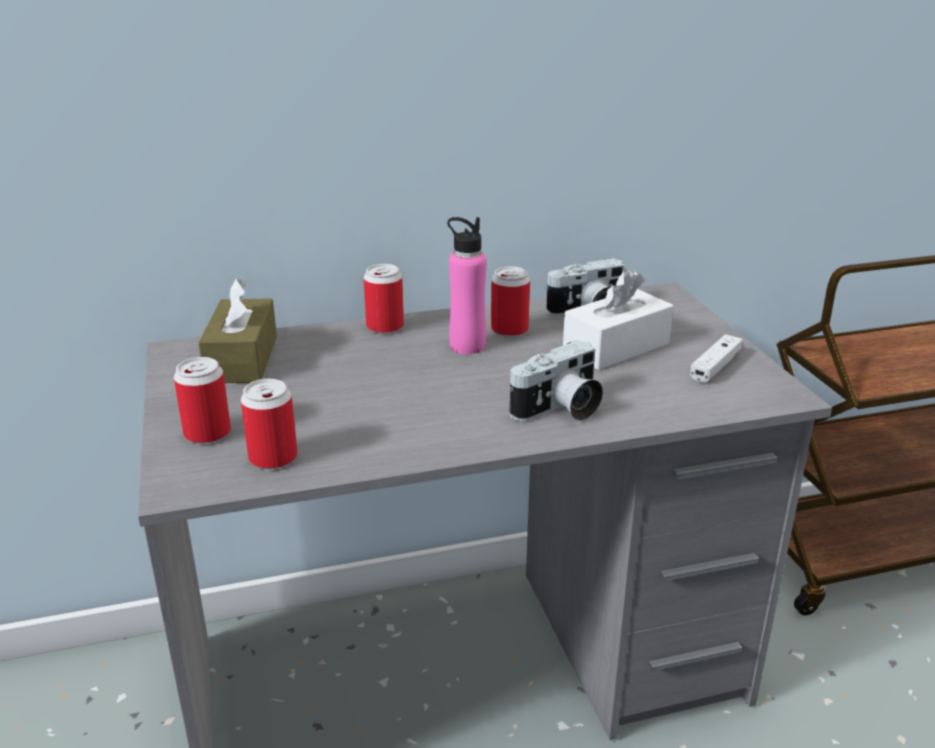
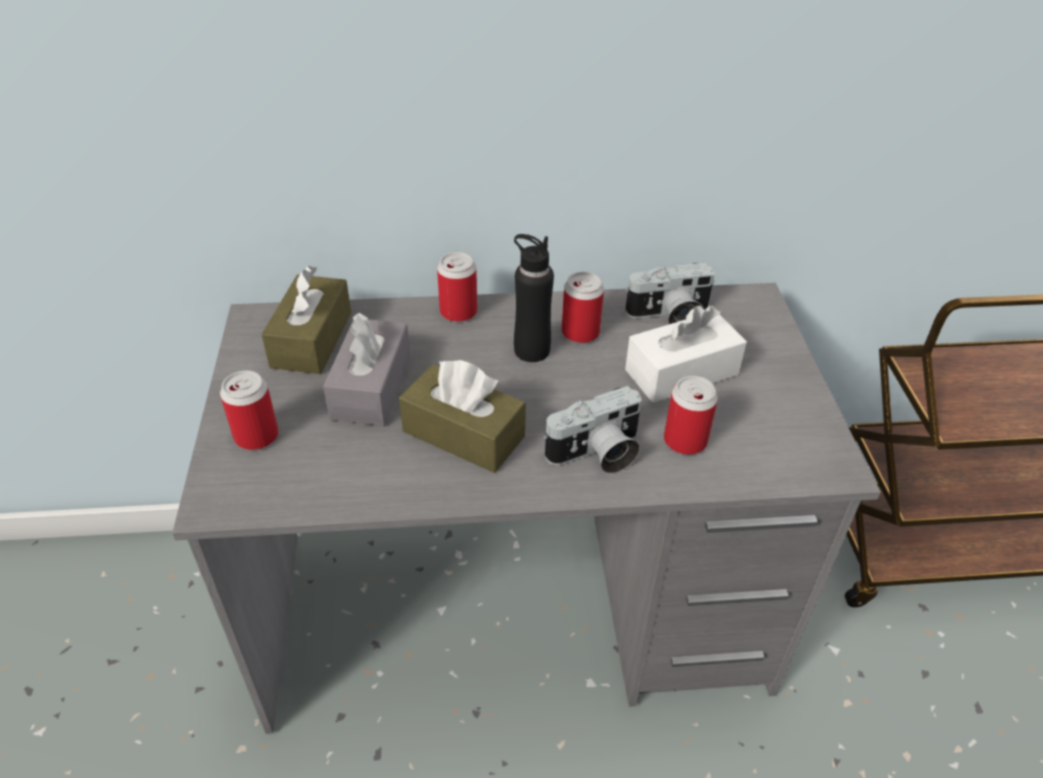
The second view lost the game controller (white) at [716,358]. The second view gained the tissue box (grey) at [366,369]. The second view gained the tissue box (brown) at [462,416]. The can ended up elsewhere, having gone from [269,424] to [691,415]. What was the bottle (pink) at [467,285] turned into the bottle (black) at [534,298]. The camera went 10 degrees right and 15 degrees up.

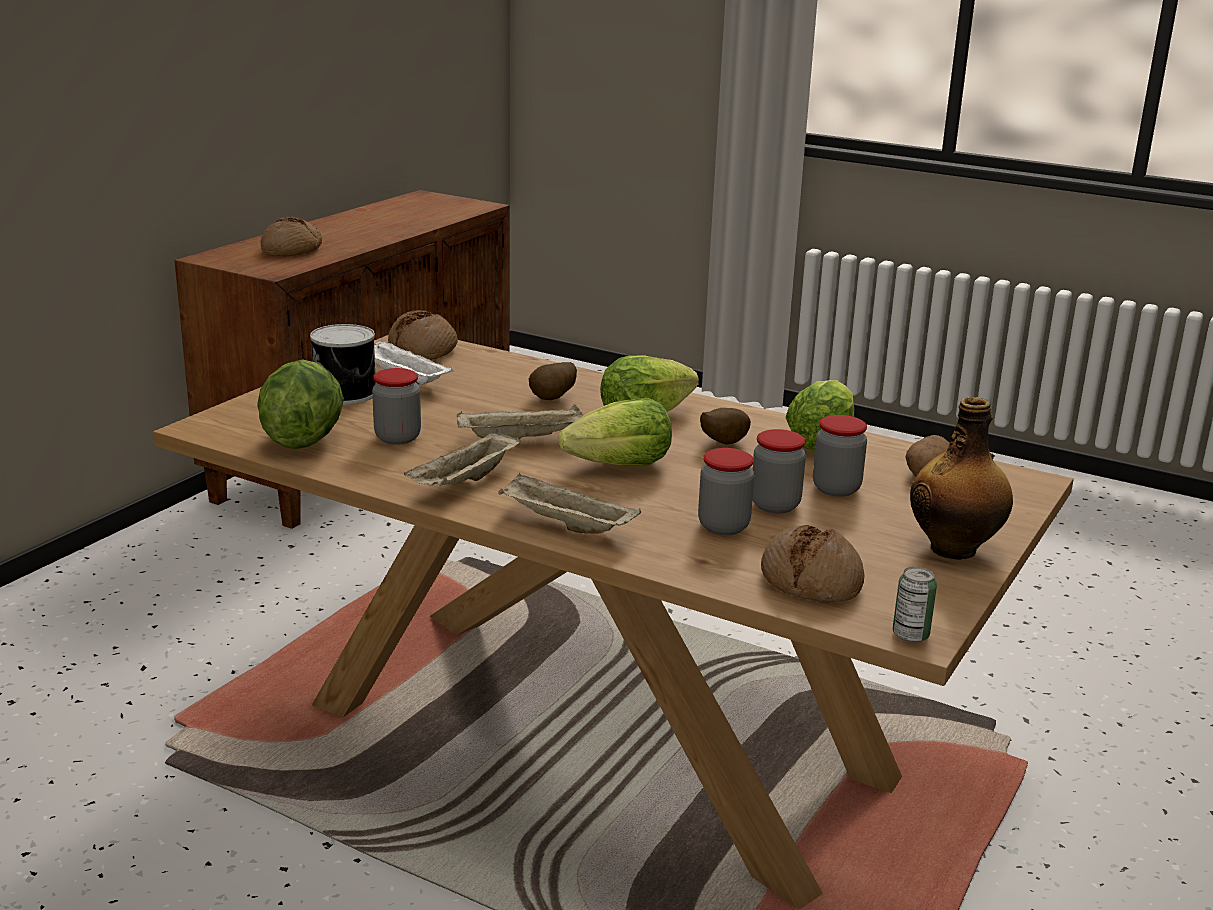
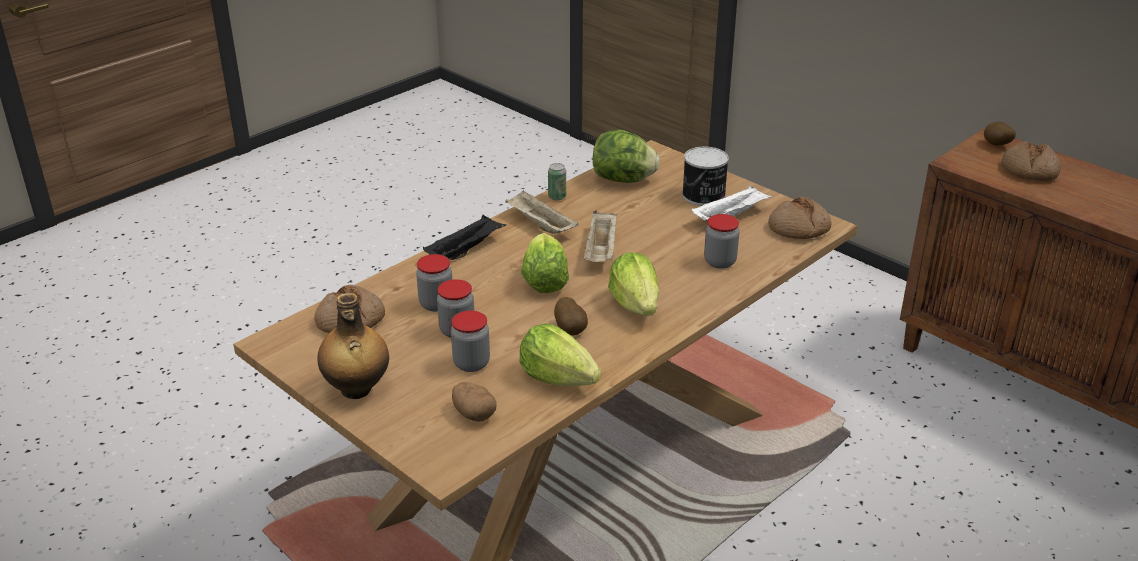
The jar ended up elsewhere, having gone from [396,406] to [721,241]. The potato ended up elsewhere, having gone from [553,381] to [1000,133]. The can ended up elsewhere, having gone from [915,605] to [557,181]. What was the tray (beige) at [569,503] turned into the tray (black) at [464,237]. The camera went 105 degrees right and 10 degrees up.

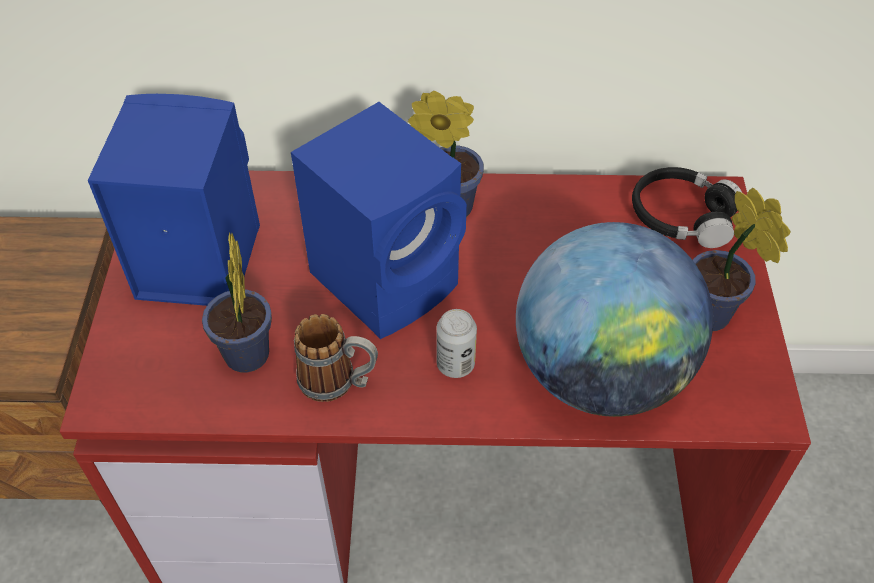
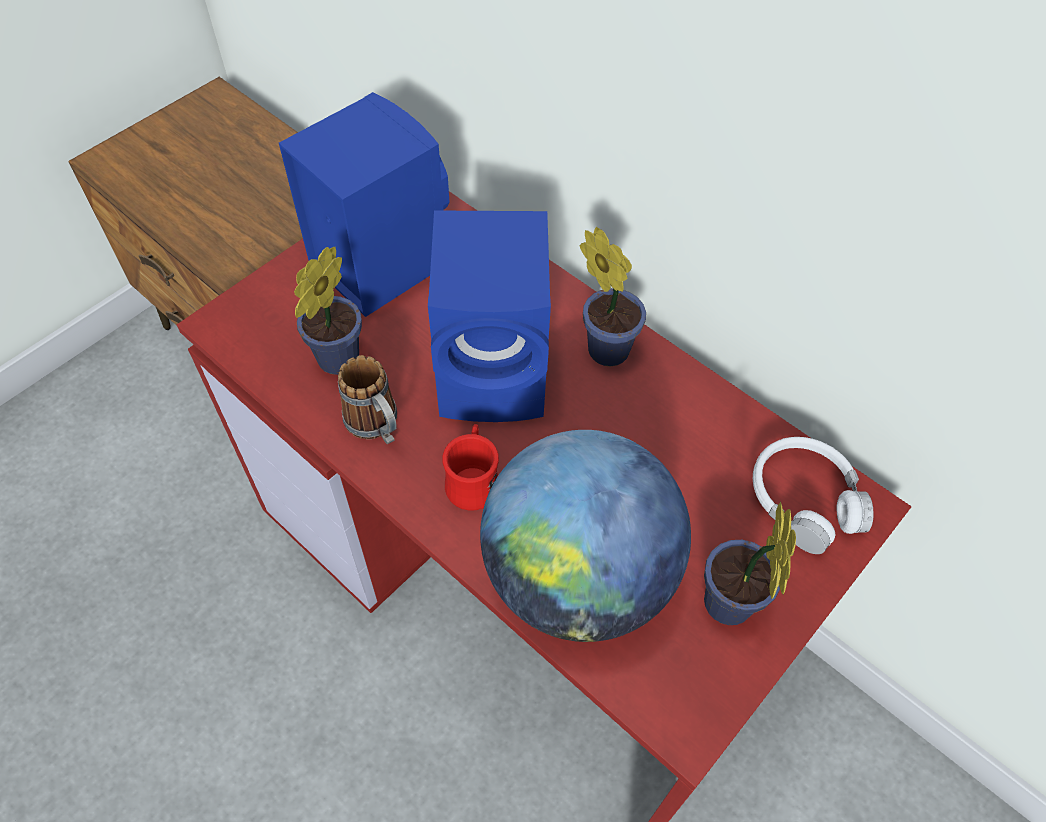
Where the can stood at [456,343], the mug (red) came to stand at [470,467]. What was the headphones (black) at [687,207] turned into the headphones (white) at [813,495]. The camera went 40 degrees right and 5 degrees up.

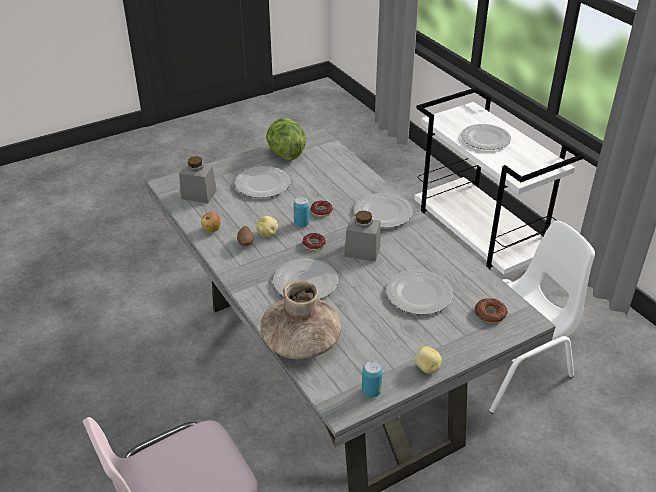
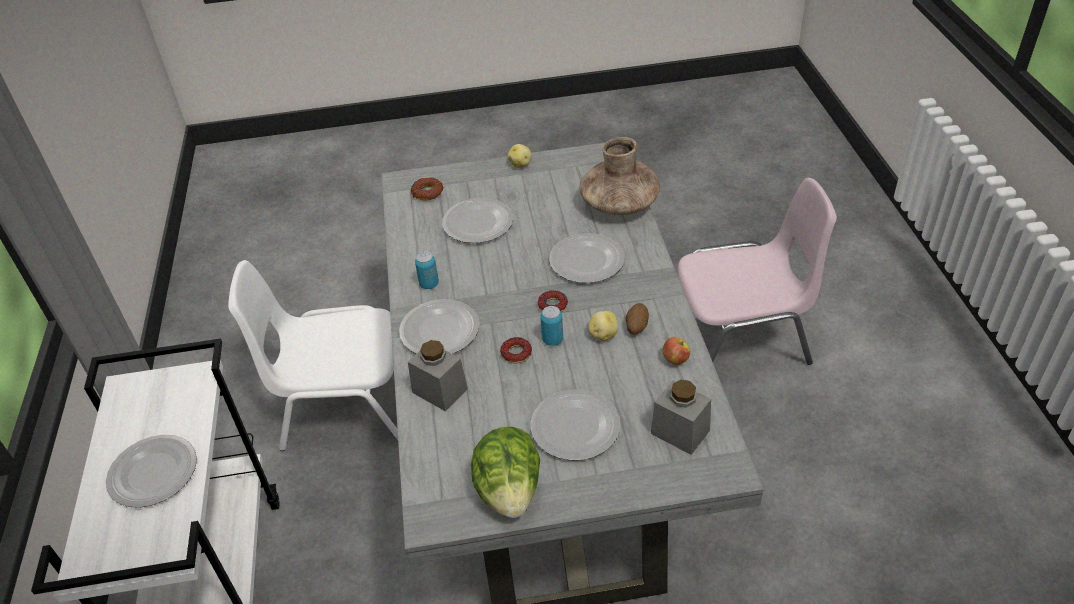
The jar (grey) ended up elsewhere, having gone from [362,236] to [438,375]. The can ended up elsewhere, having gone from [372,379] to [427,270]. The camera went 155 degrees left and 5 degrees up.

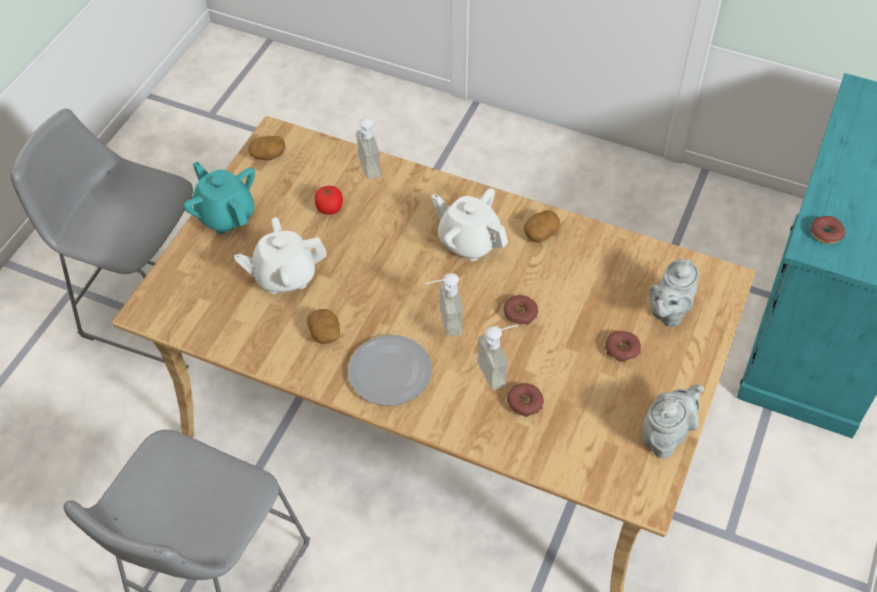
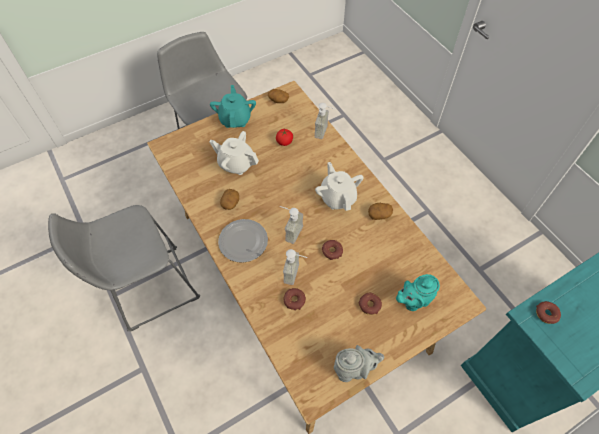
What was the teapot (grey) at [674,293] turned into the teapot (turquoise) at [418,292]. The camera went 35 degrees right and 5 degrees up.

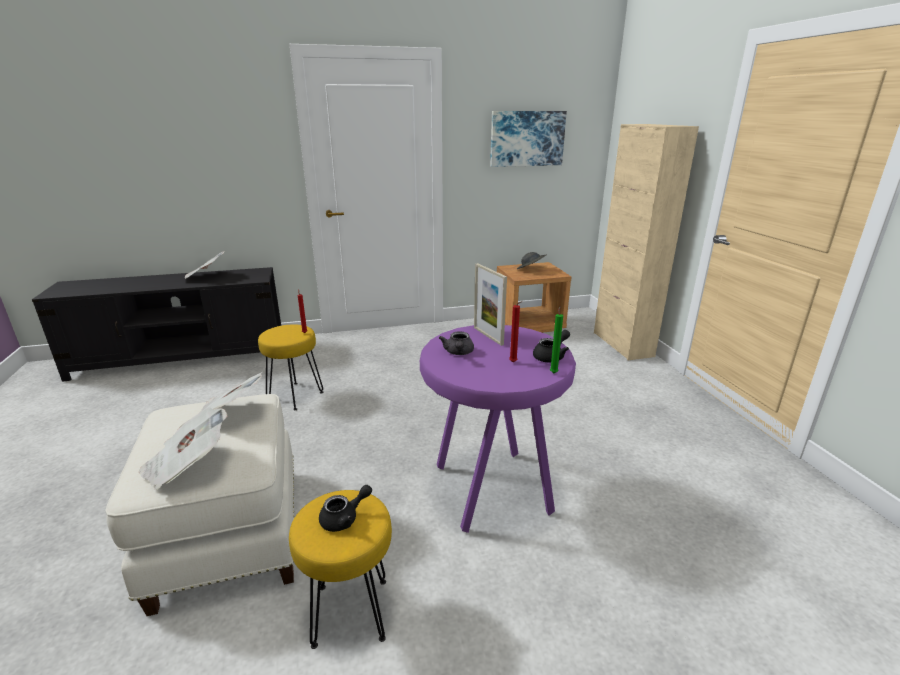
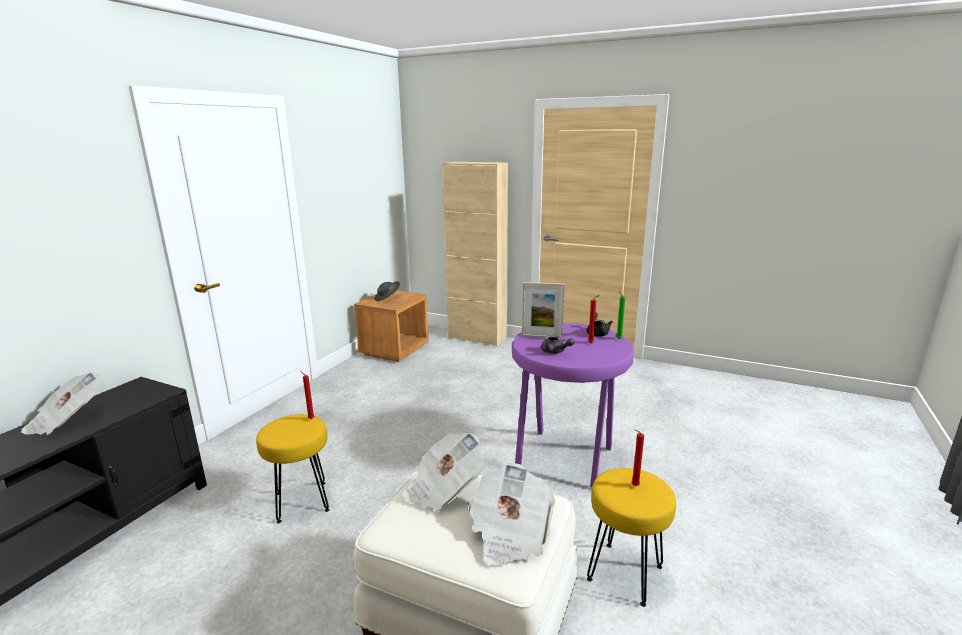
The second view lost the picture at [528,139]. Where the teapot (black) stood at [345,508], the candle (red) came to stand at [637,457]. The camera went 50 degrees left and 5 degrees down.

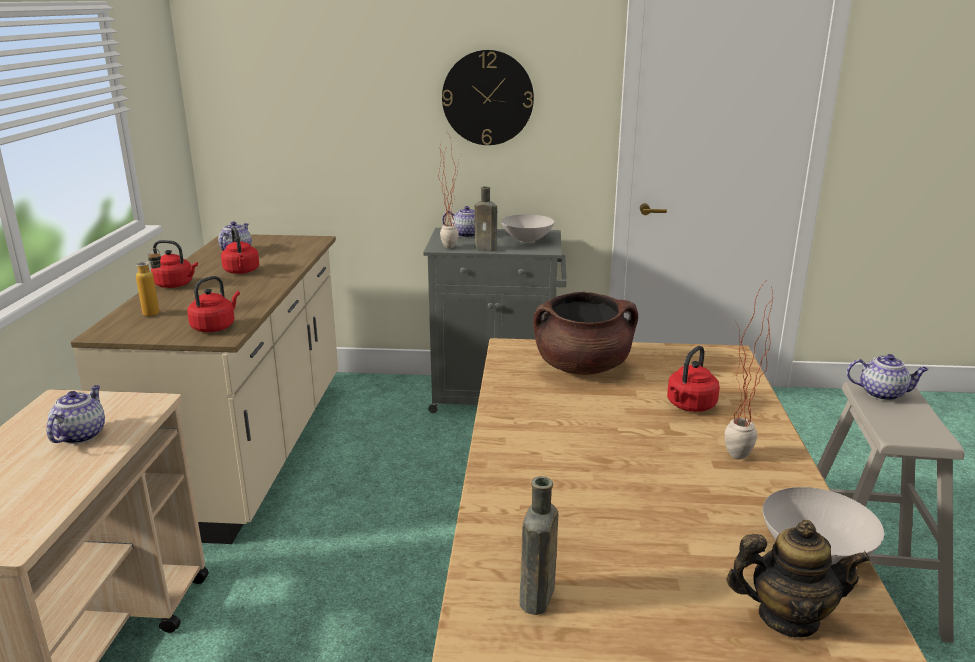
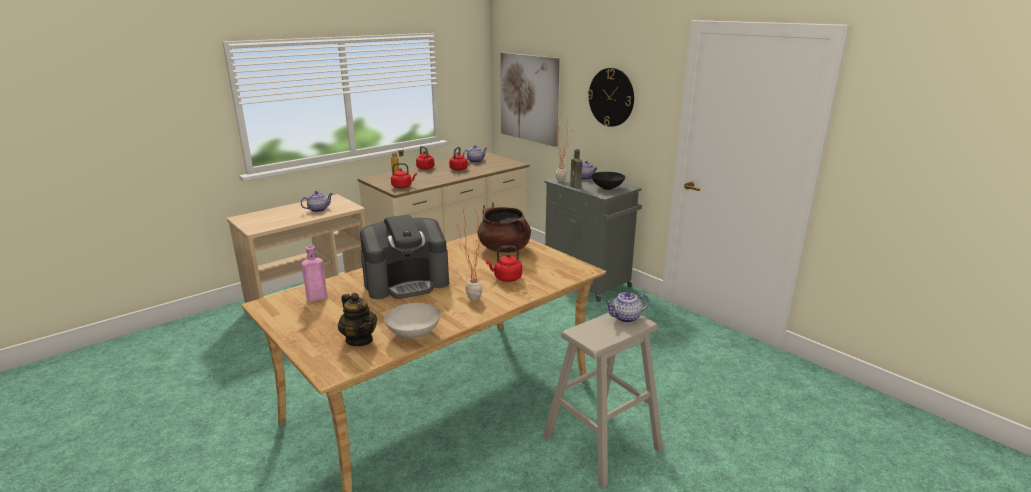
The second view gained the coffee machine at [404,257]. The second view gained the picture at [530,99]. What was the bowl (white) at [527,228] turned into the bowl (black) at [608,181]. What was the bottle (brown) at [538,545] turned into the bottle (pink) at [314,273]. The teapot at [888,377] ended up facing another way, 105 degrees clockwise from before. The camera went 45 degrees right and 0 degrees up.

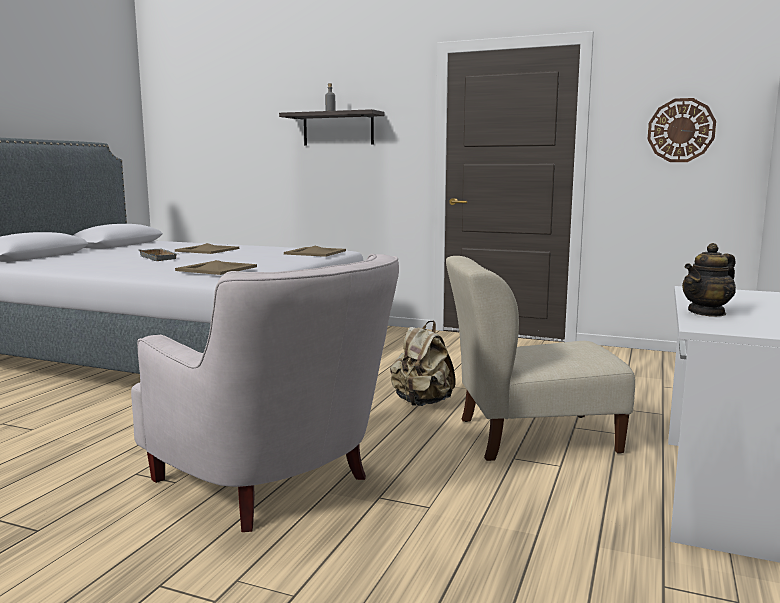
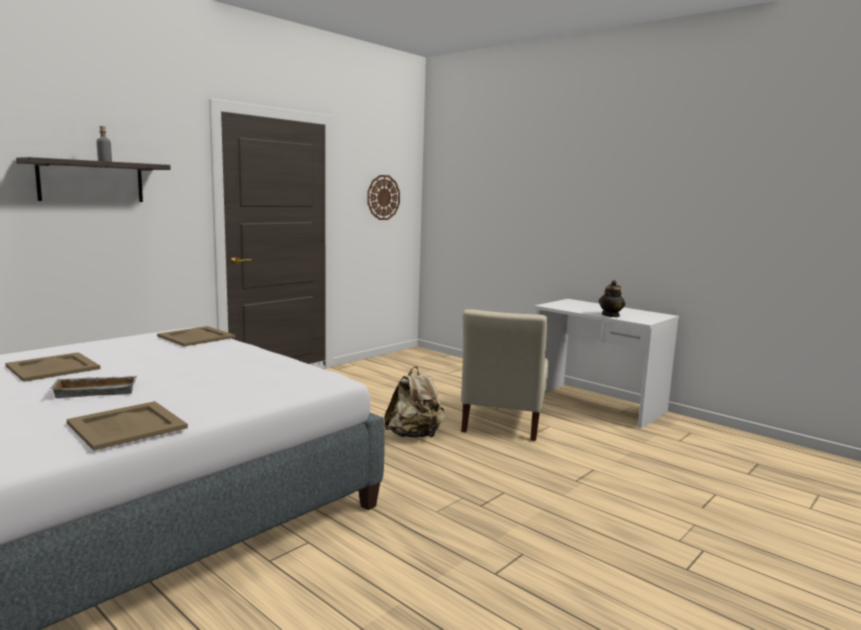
The second view lost the armchair (white) at [265,393]. The tray (beige) ended up elsewhere, having gone from [216,267] to [127,426]. The teapot at [709,280] ended up facing another way, 45 degrees clockwise from before. The camera went 70 degrees left and 0 degrees up.

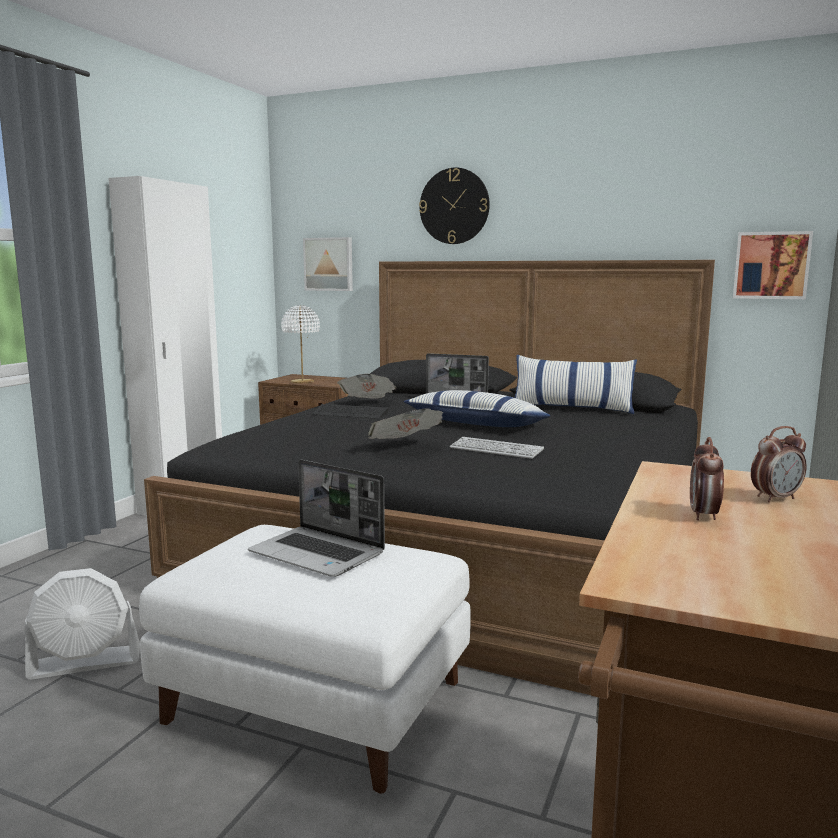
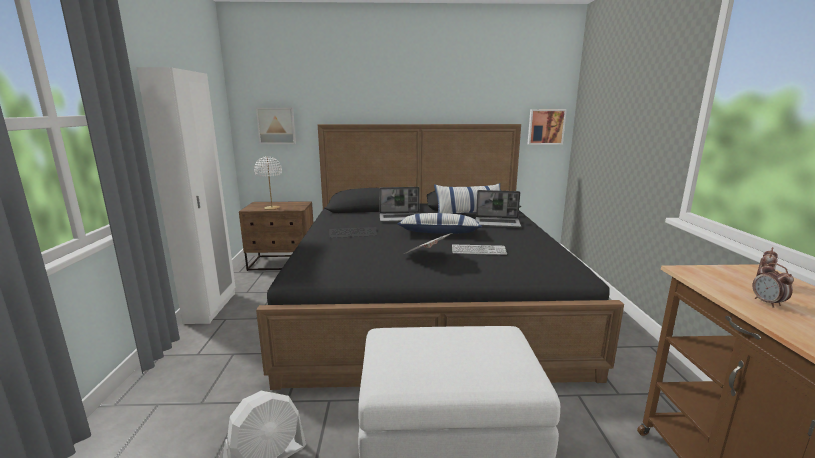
The second view lost the newspaper at [366,386]. The second view lost the wall clock at [454,205]. The laptop ended up elsewhere, having gone from [316,518] to [498,209]. The camera went 25 degrees left and 5 degrees up.

